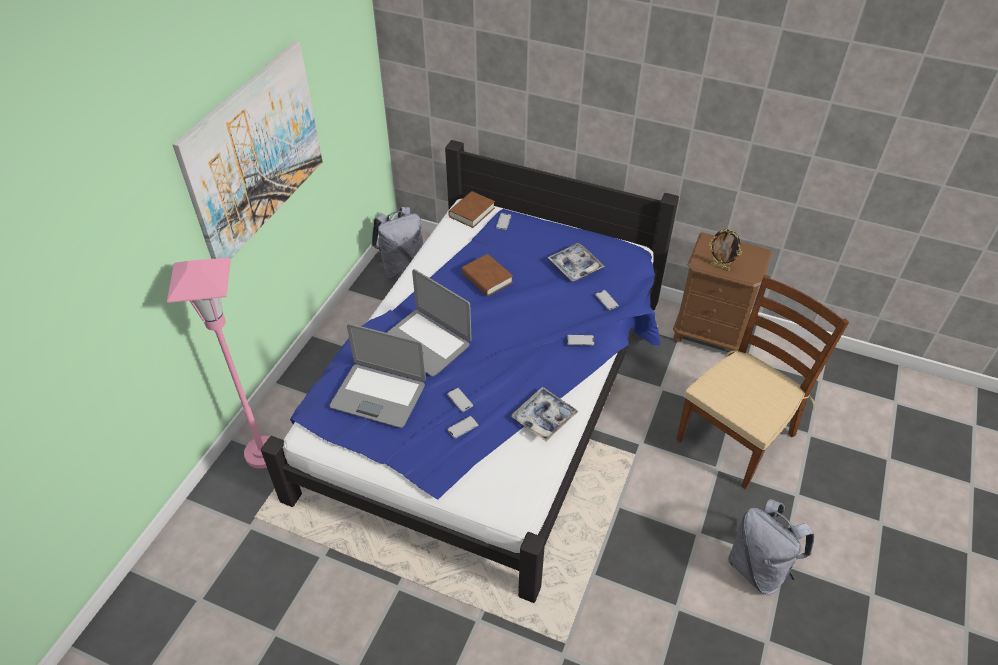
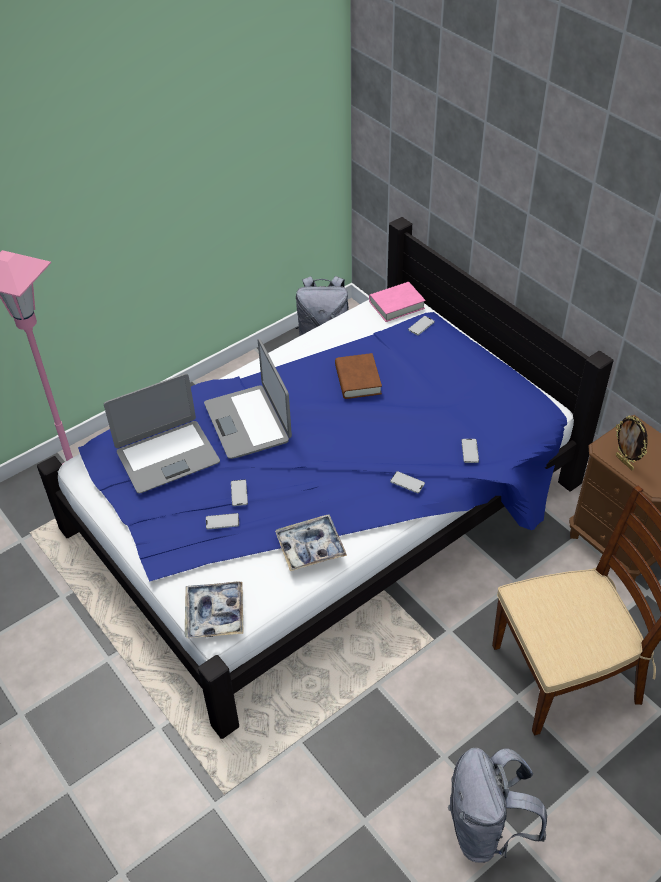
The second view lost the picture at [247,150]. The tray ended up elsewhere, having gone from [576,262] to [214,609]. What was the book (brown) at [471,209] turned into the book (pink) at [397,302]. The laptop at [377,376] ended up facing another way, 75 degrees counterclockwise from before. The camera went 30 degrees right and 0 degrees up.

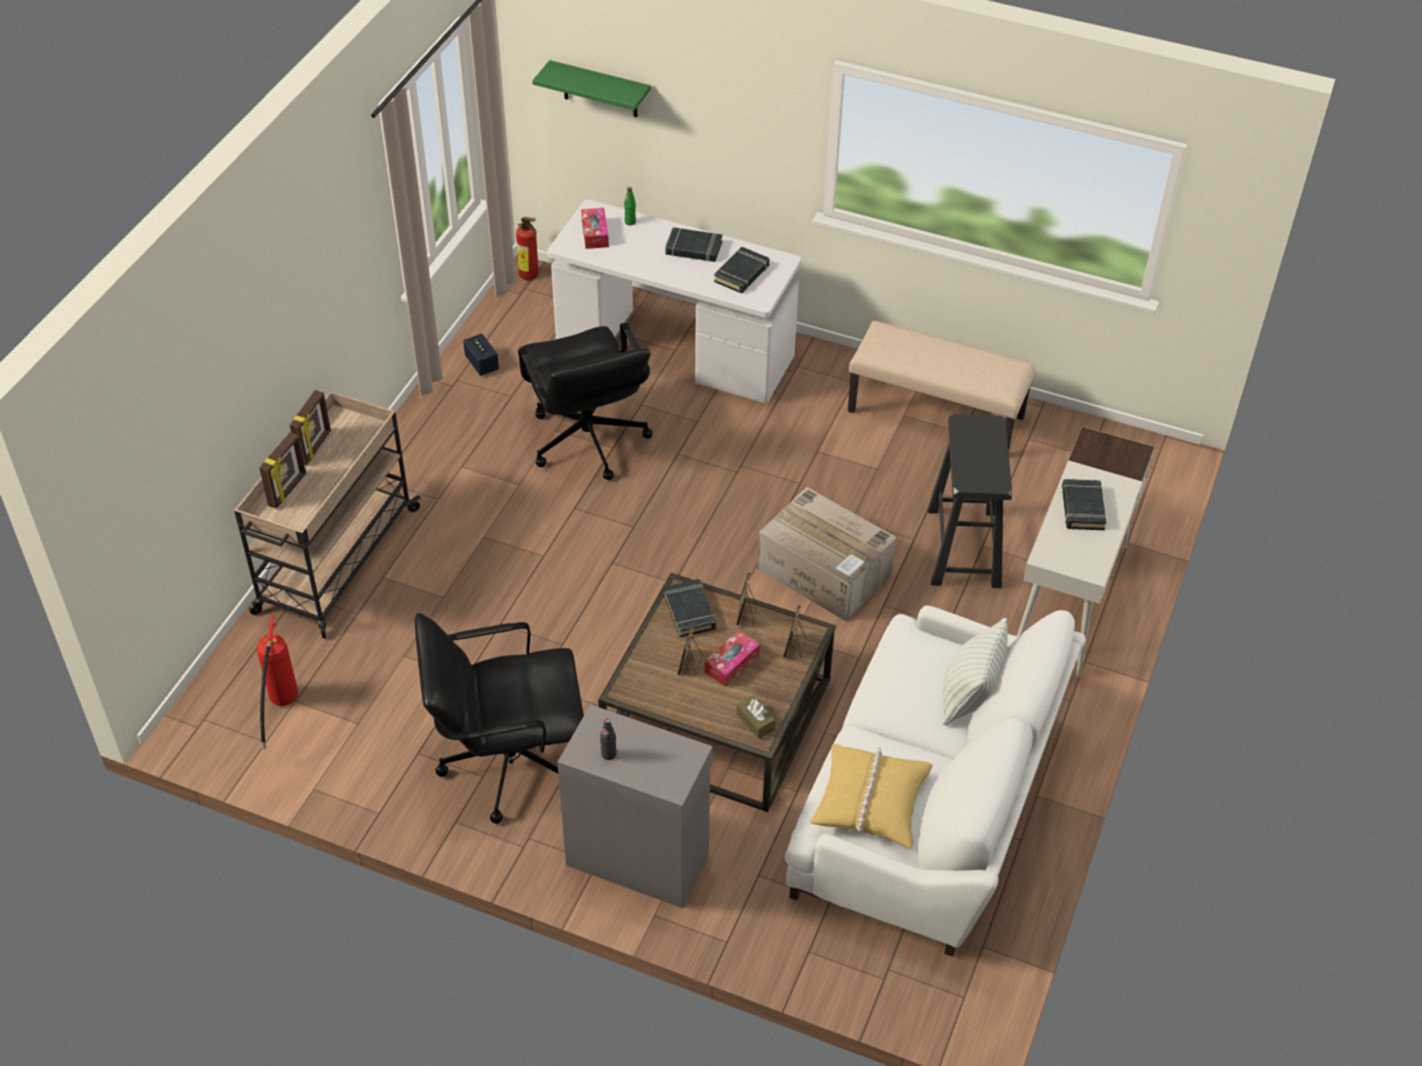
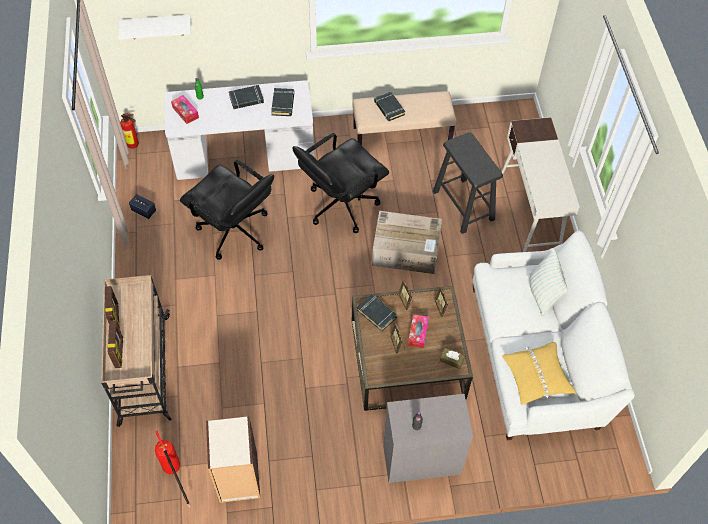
The second view gained the bookcase at [233,459]. The office chair (black) ended up elsewhere, having gone from [499,718] to [340,183]. The book (black) ended up elsewhere, having gone from [1084,504] to [389,106]. What was the shelf (green) at [591,88] turned into the shelf (white) at [154,27]. The camera went 30 degrees left and 10 degrees up.

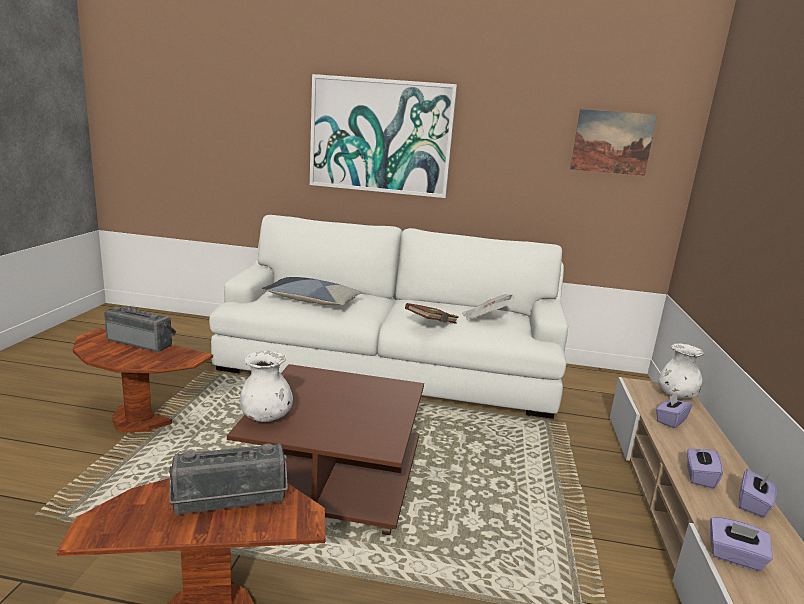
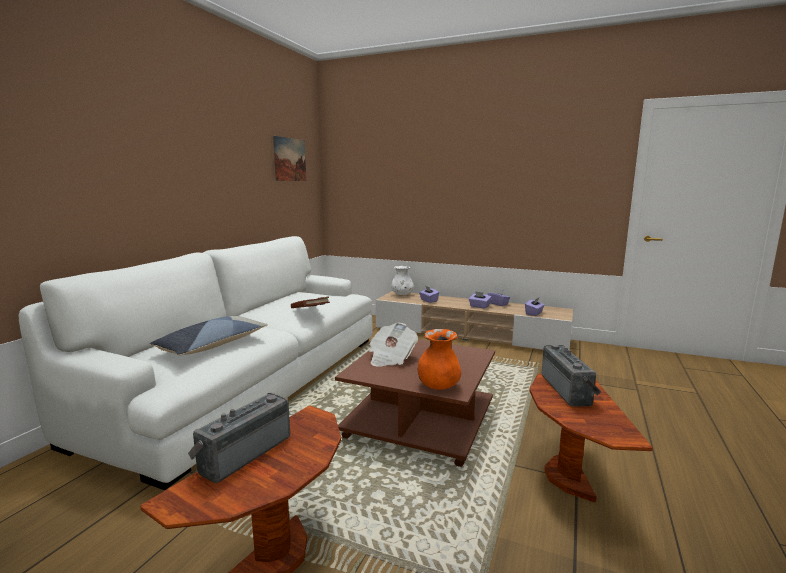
The second view lost the picture at [383,136]. The newspaper ended up elsewhere, having gone from [488,307] to [393,345]. What was the vase (white) at [266,386] turned into the vase (orange) at [439,359]. The camera went 75 degrees left and 5 degrees down.

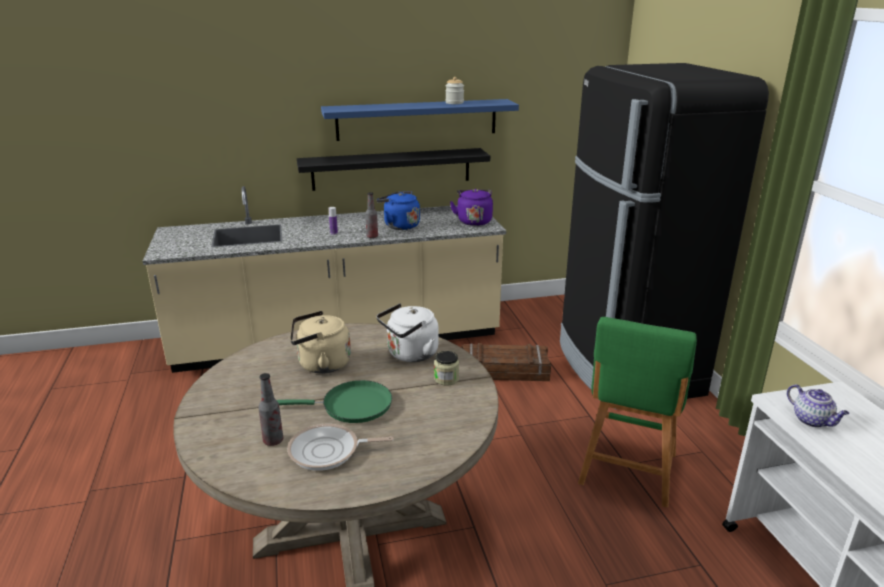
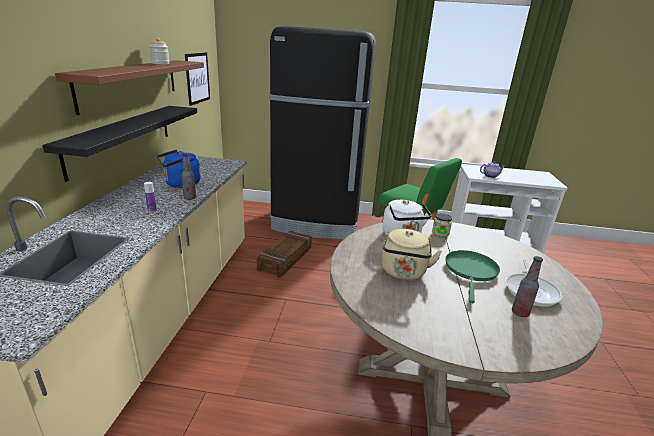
The second view lost the kettle (purple) at [471,207]. The second view gained the picture at [197,79]. What was the shelf (blue) at [420,120] turned into the shelf (brown) at [129,87]. The camera went 70 degrees left and 0 degrees up.

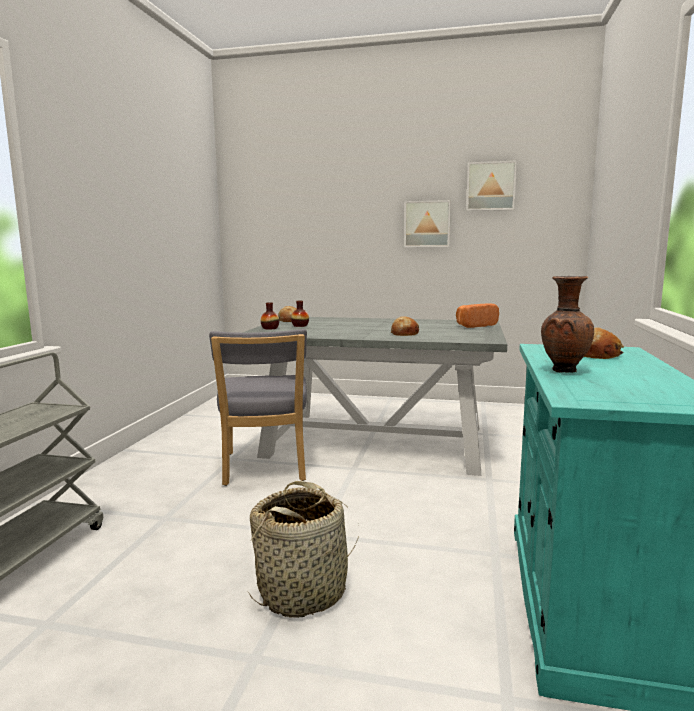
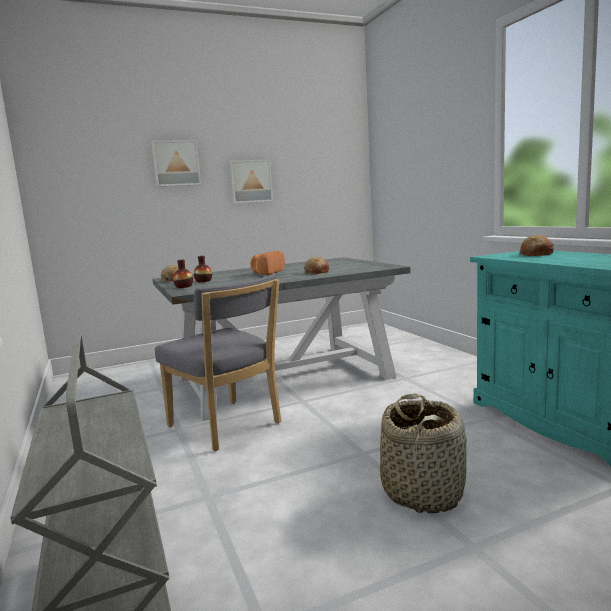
The second view lost the vase (brown) at [567,324]. The bread ended up elsewhere, having gone from [477,315] to [267,263]. The picture ended up elsewhere, having gone from [491,185] to [176,163]. The camera went 35 degrees left and 0 degrees up.

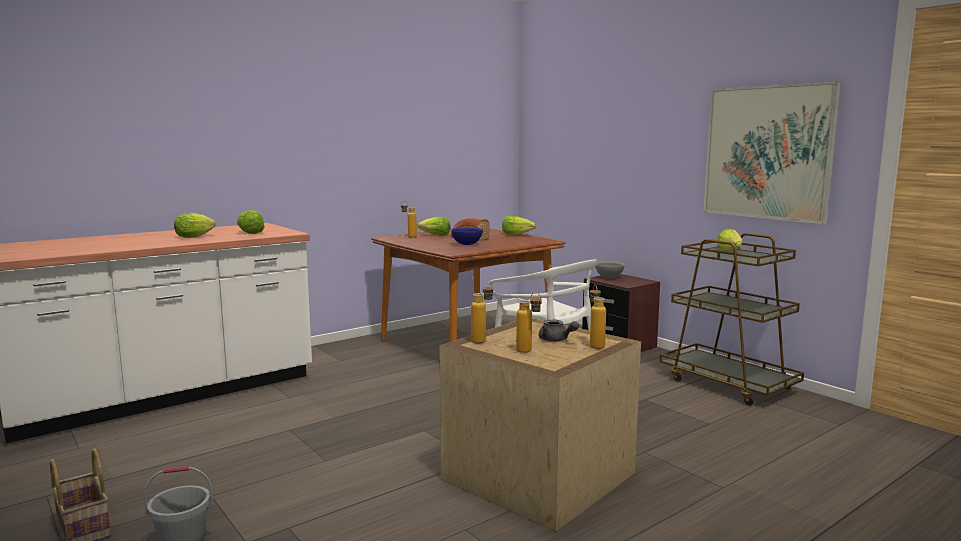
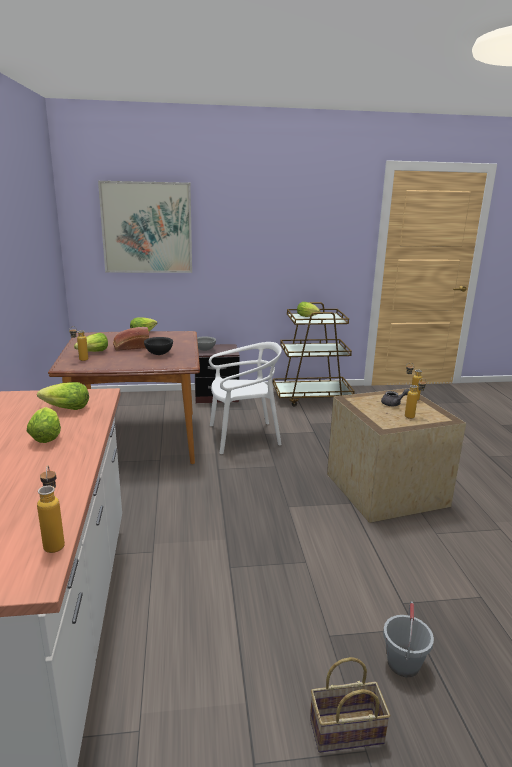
The bottle ended up elsewhere, having gone from [482,312] to [51,509]. The picture ended up elsewhere, having gone from [772,152] to [145,227]. What was the bowl (blue) at [467,236] turned into the bowl (black) at [158,346]. The camera went 60 degrees left and 10 degrees up.

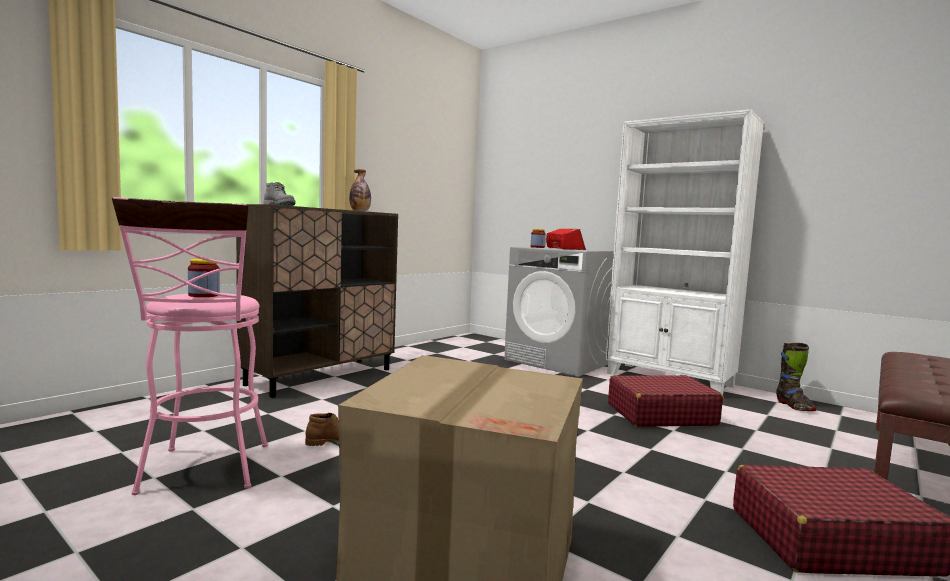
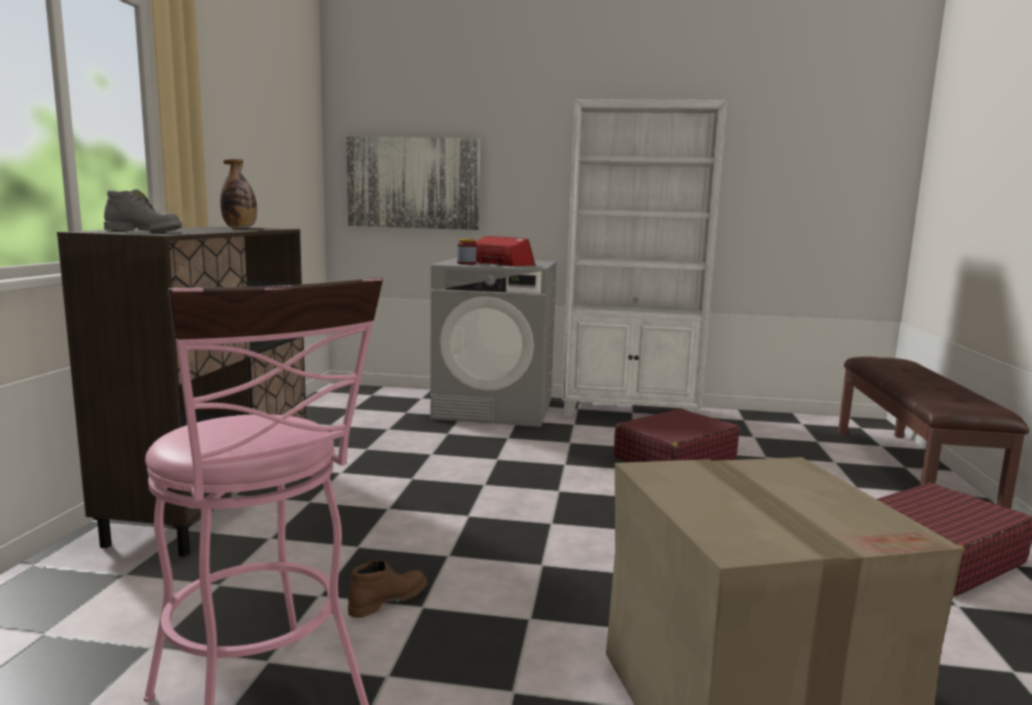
The second view lost the jar at [204,278]. The second view lost the boot (black) at [796,377]. The second view gained the picture at [413,183]. The camera went 30 degrees left and 5 degrees up.

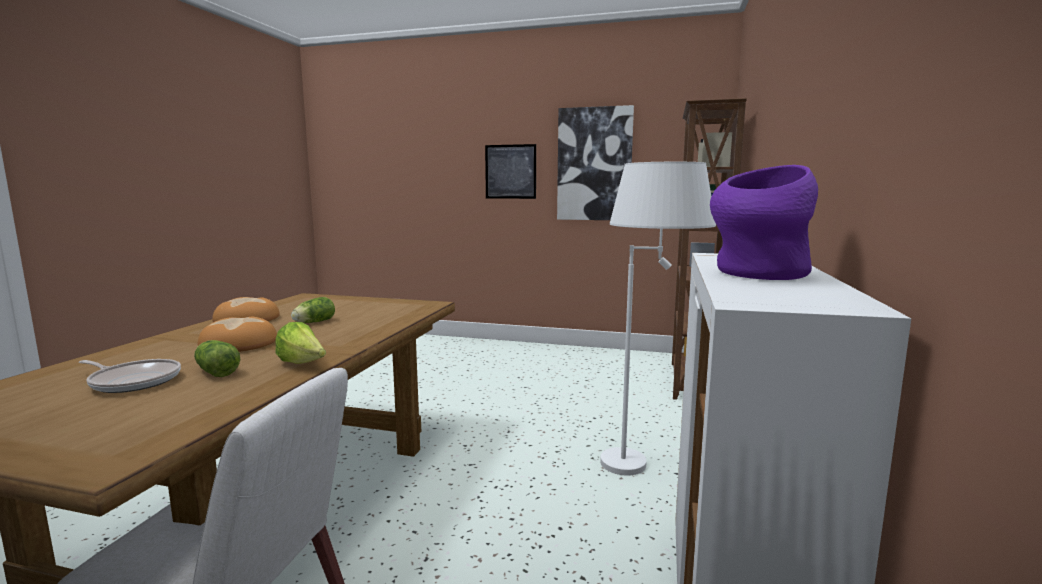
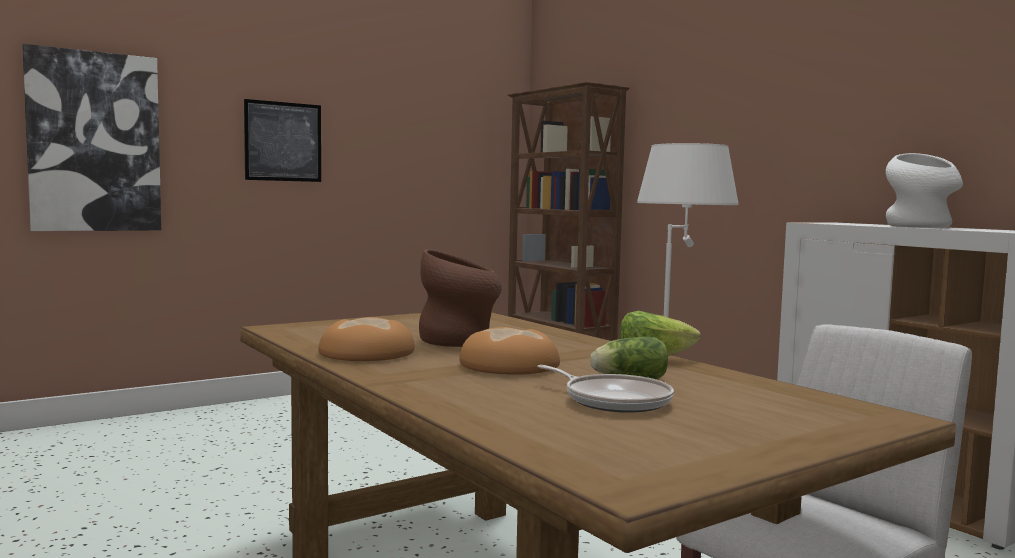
The picture ended up elsewhere, having gone from [595,162] to [91,137]. Where the lettuce stood at [313,310], the vase (brown) came to stand at [460,298]. What was the vase (purple) at [764,222] turned into the vase (white) at [924,190]. The frying pan at [130,376] ended up facing another way, 75 degrees clockwise from before. The camera went 50 degrees left and 5 degrees down.

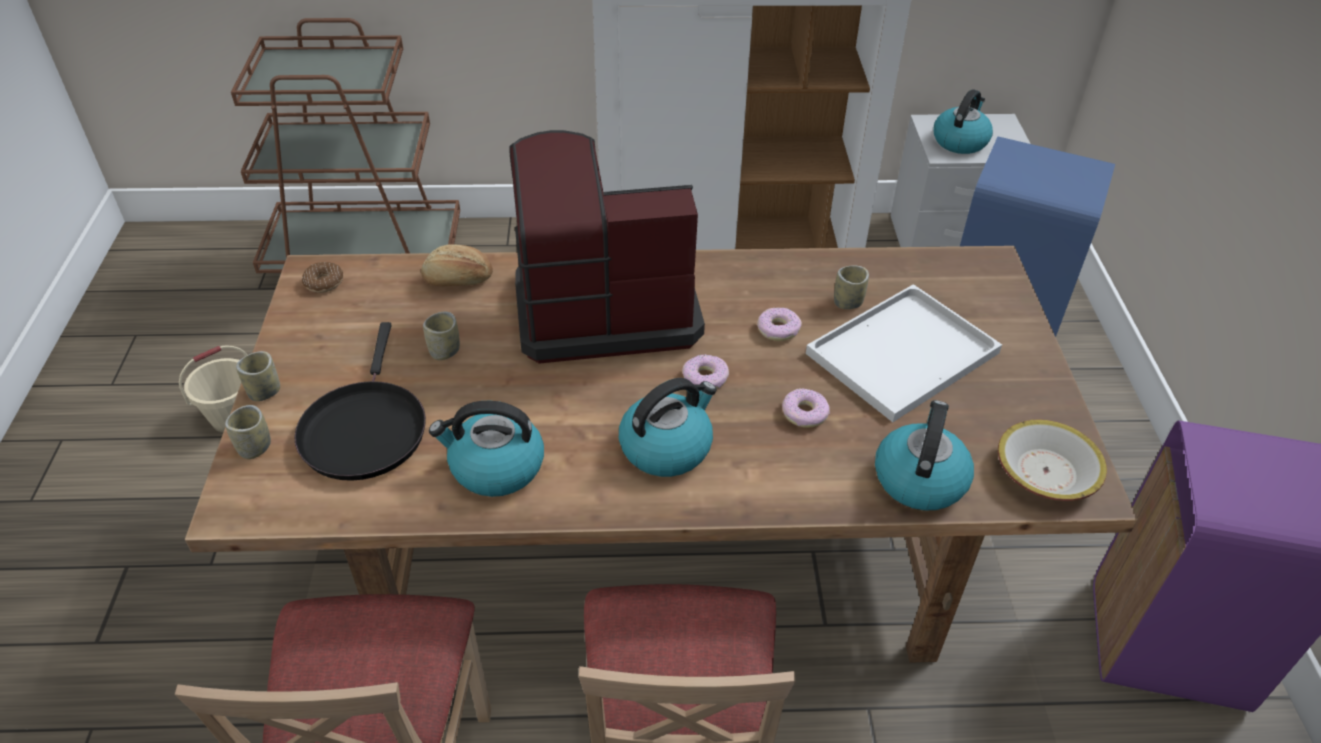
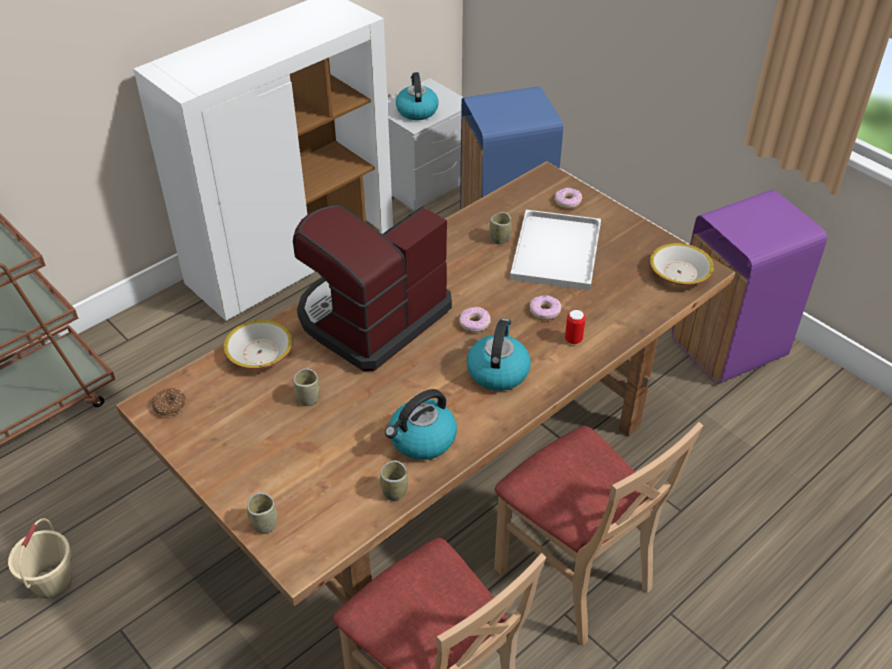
The second view lost the frying pan (black) at [360,401]. The second view lost the kettle at [924,455]. The second view gained the can at [575,327]. The cup ended up elsewhere, having gone from [258,376] to [394,480]. The donut ended up elsewhere, having gone from [779,324] to [568,198]. Where the bread stood at [457,265], the bowl came to stand at [258,344]. The camera went 40 degrees left and 0 degrees up.

